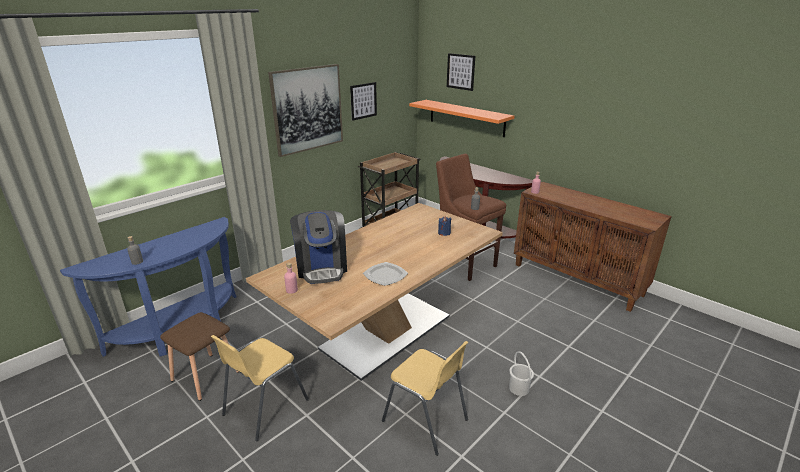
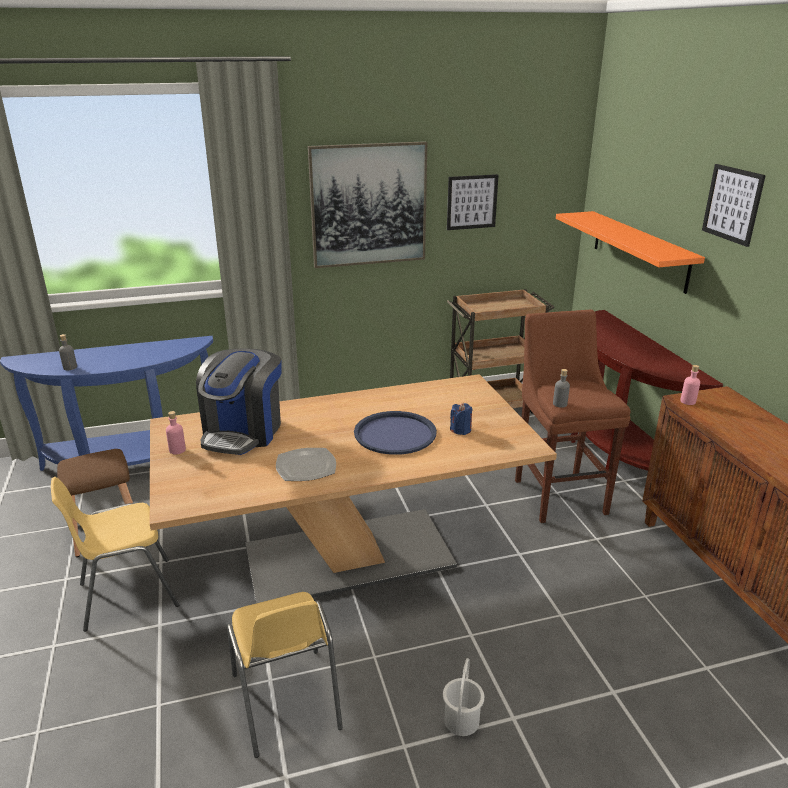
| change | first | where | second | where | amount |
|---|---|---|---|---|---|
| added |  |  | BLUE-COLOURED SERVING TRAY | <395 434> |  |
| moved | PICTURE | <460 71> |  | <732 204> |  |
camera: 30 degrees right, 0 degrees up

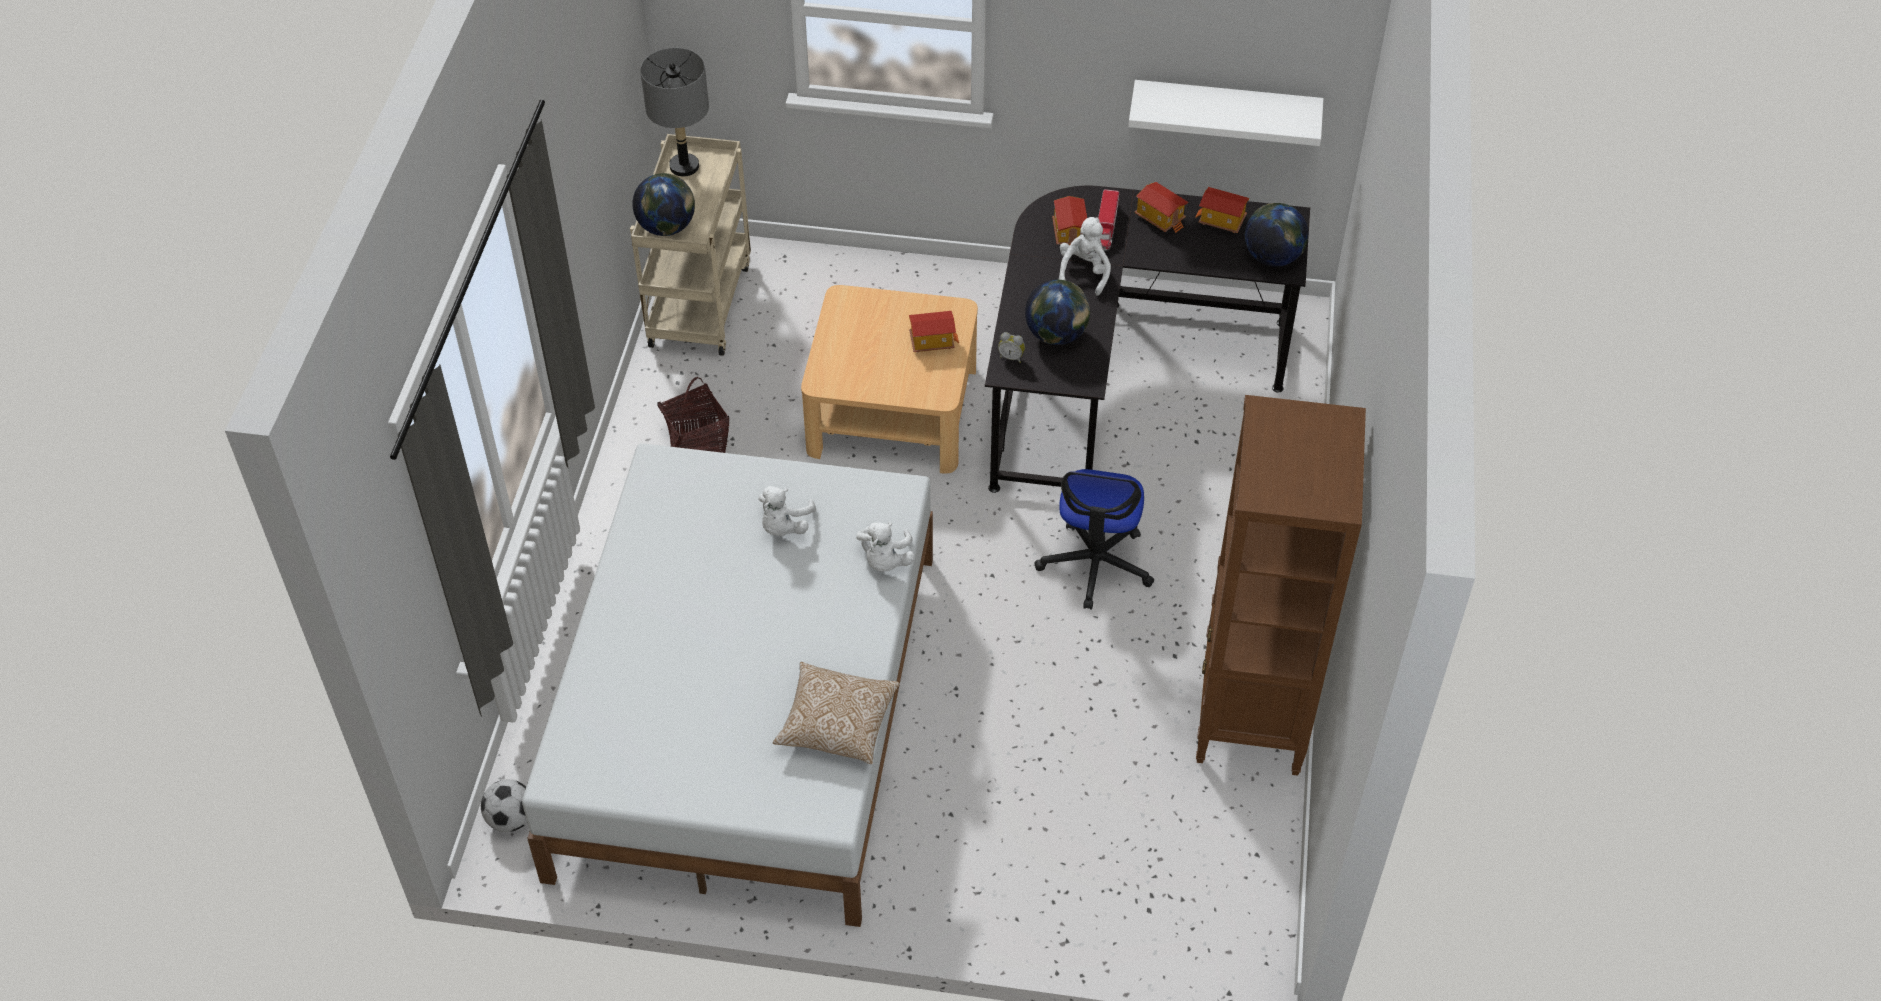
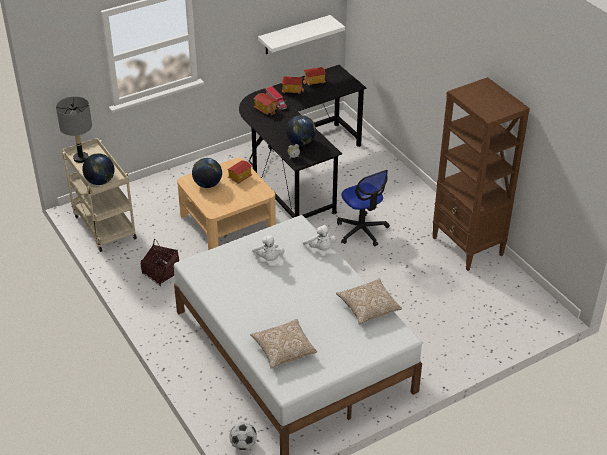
| change | first | where | second | where | amount |
|---|---|---|---|---|---|
| removed | WHITISH CUDDLY TOY | <1084 273> |  |  |  |
| added |  |  | PILLOW | <284 350> |  |
| moved | GLOBE | <1272 257> |  | <207 185> |  |
camera: 40 degrees left, 10 degrees down

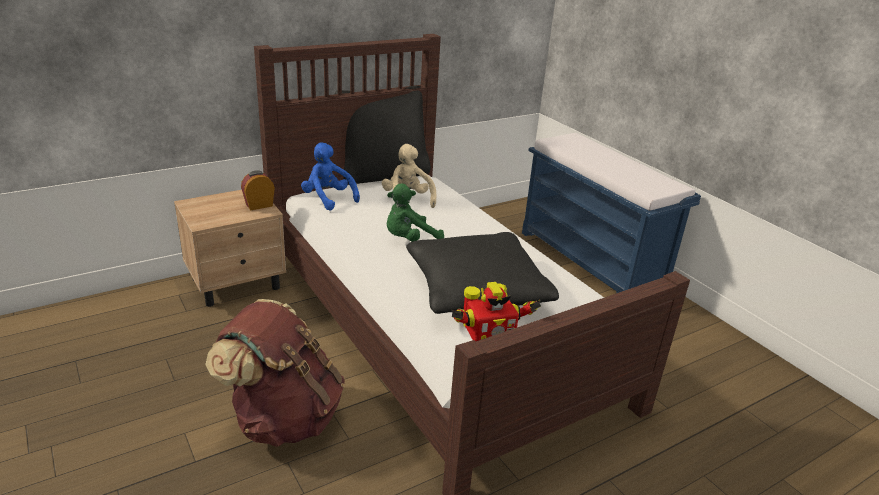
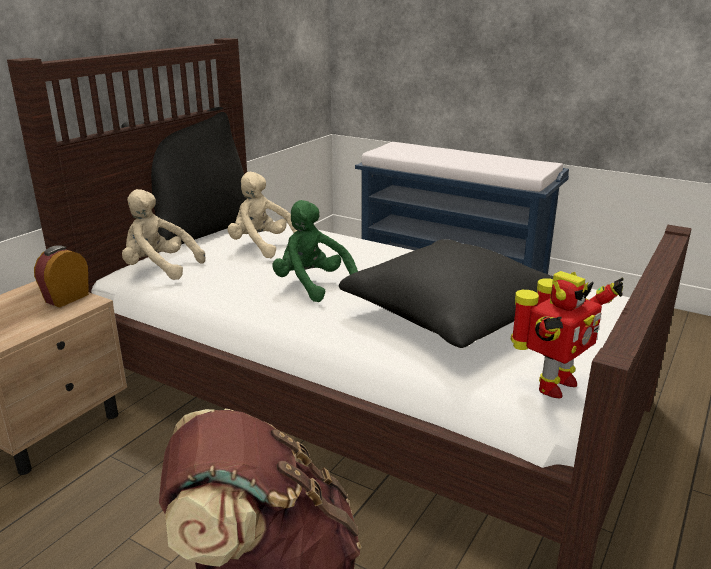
| change | first | where | second | where | amount |
|---|---|---|---|---|---|
| recoloured | BLUE-COLOURED CUDDLY TOY | <328 199> | BEIGE-COLOURED CUDDLY TOY | <159 268> |  |
| turned | GREEN-COLOURED CUDDLY TOY | <409 239> |  | <312 285> | 105 degrees clockwise |
camera: 25 degrees left, 5 degrees down

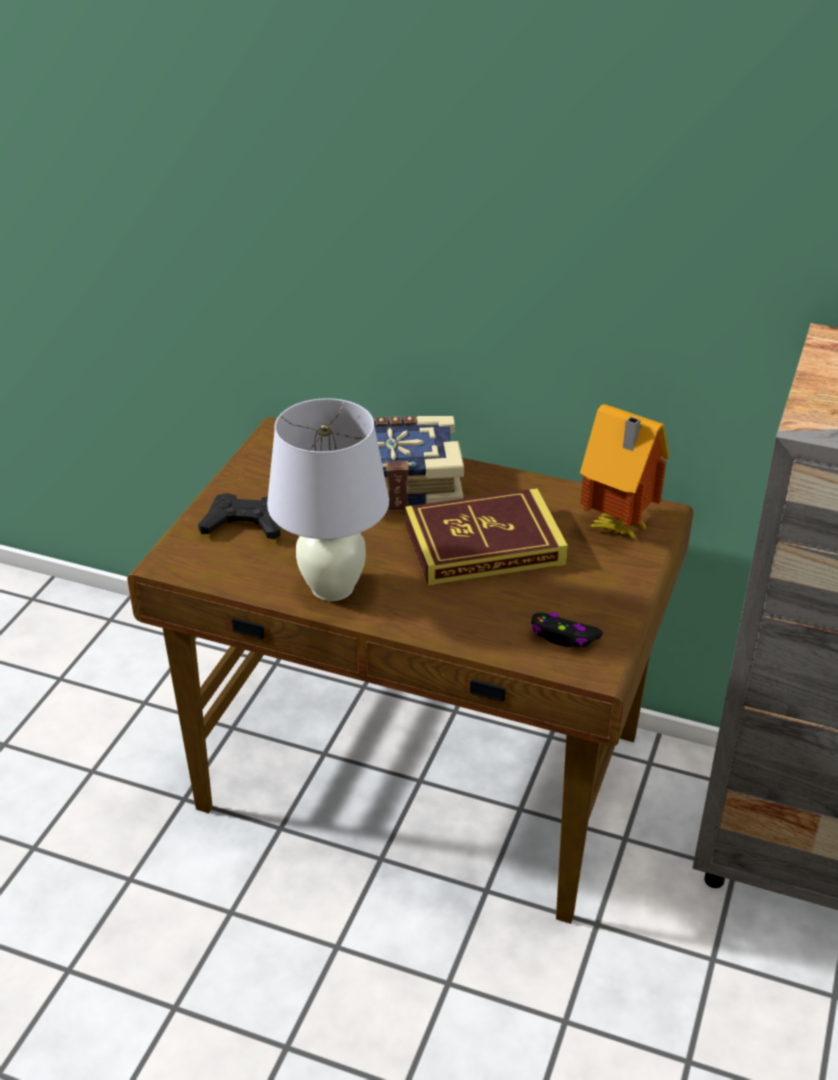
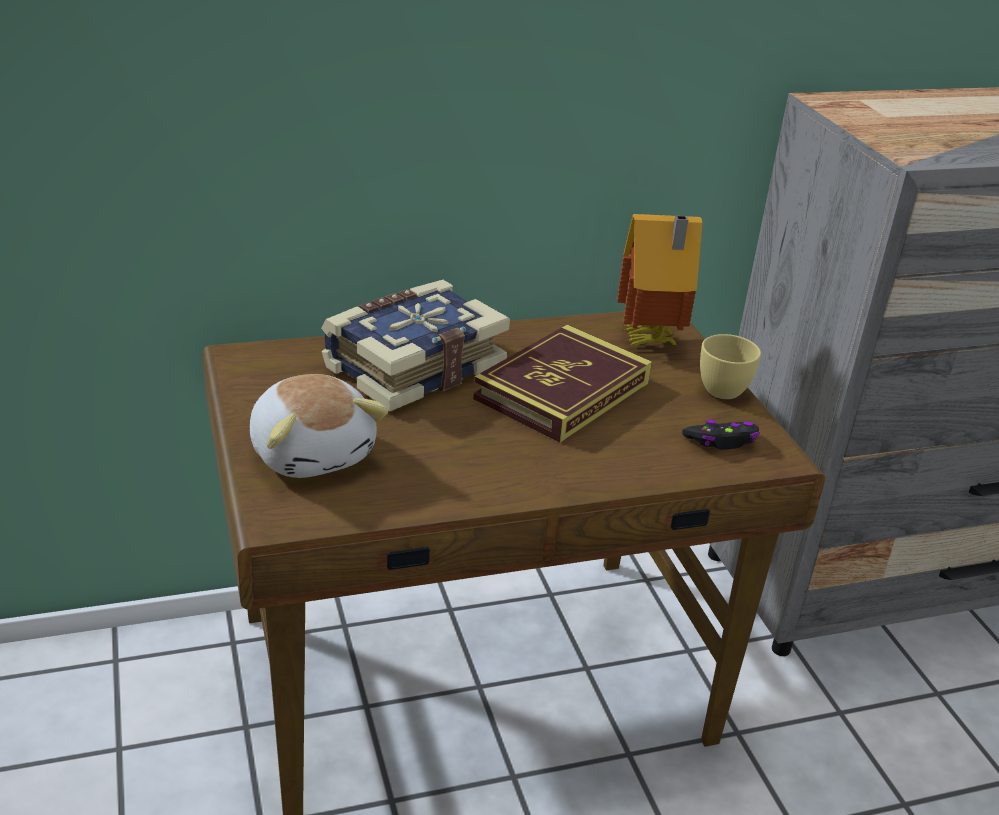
| change | first | where | second | where | amount |
|---|---|---|---|---|---|
| removed | WHITISH TABLETOP LAMP | <332 588> |  |  |  |
| added |  |  | YELLOWISH SMALL CUP | <727 388> |  |
| replaced | BLACK GAMEPAD | <245 524> | CUDDLY TOY | <313 452> |  |
camera: 40 degrees left, 5 degrees down

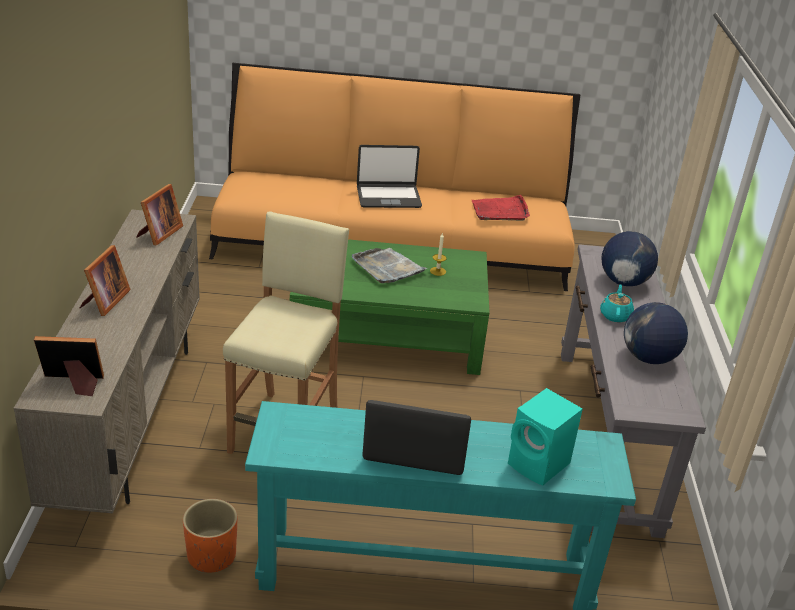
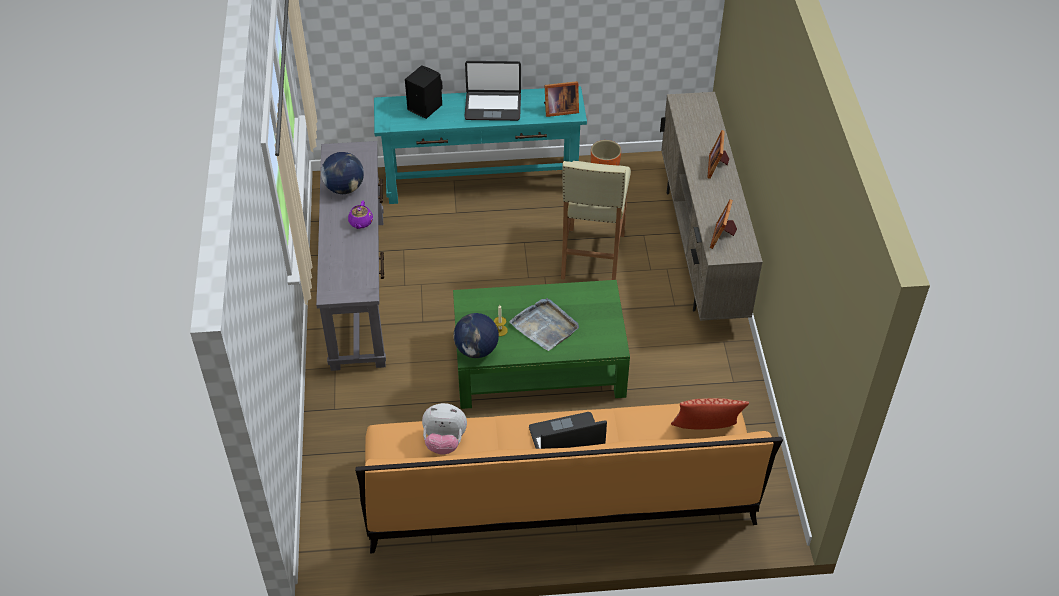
| change | first | where | second | where | amount |
|---|---|---|---|---|---|
| added |  |  | PILLOW | <705 431> |  |
| moved | PICTURE FRAME | <74 384> |  | <559 110> |  |
| moved | GLOBE | <623 282> |  | <476 350> |  |
| replaced | REDDISH SERVING TRAY | <500 211> | CUDDLY TOY | <444 441> |  |
| recoloured | TURQUOISE AUDIO SPEAKER | <540 465> | BLACK AUDIO SPEAKER | <424 107> |  |
| recoloured | TURQUOISE TEA POT | <615 315> | PURPLE-COLOURED TEA POT | <360 222> |  |
camera: 175 degrees right, 15 degrees up

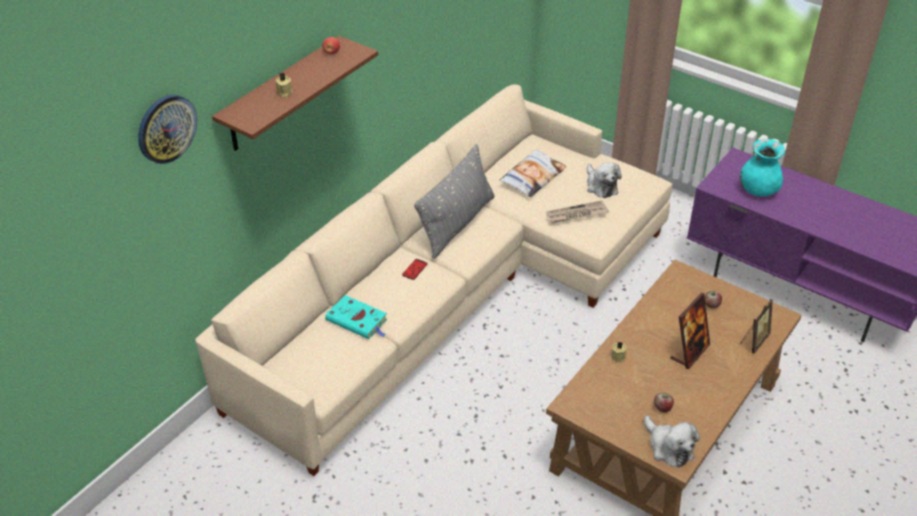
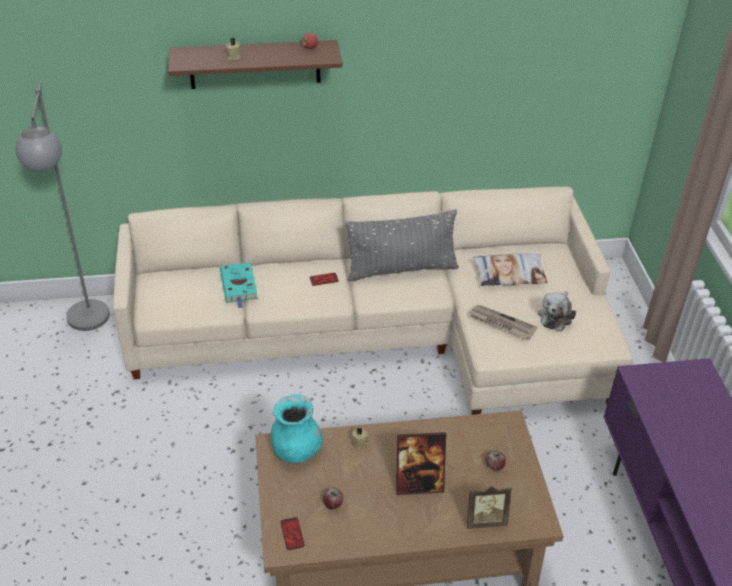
| change | first | where | second | where | amount |
|---|---|---|---|---|---|
| removed | CLOCK ON THE WALL | <166 128> |  |  |  |
| added |  |  | GREYISH FLOOR LAMP | <87 327> |  |
| moved | TURQUOISE DECORATIVE VASE | <758 190> |  | <296 451> |  |
| replaced | CUDDLY TOY | <668 447> | HANDSET | <292 534> |  |
camera: 45 degrees right, 0 degrees up

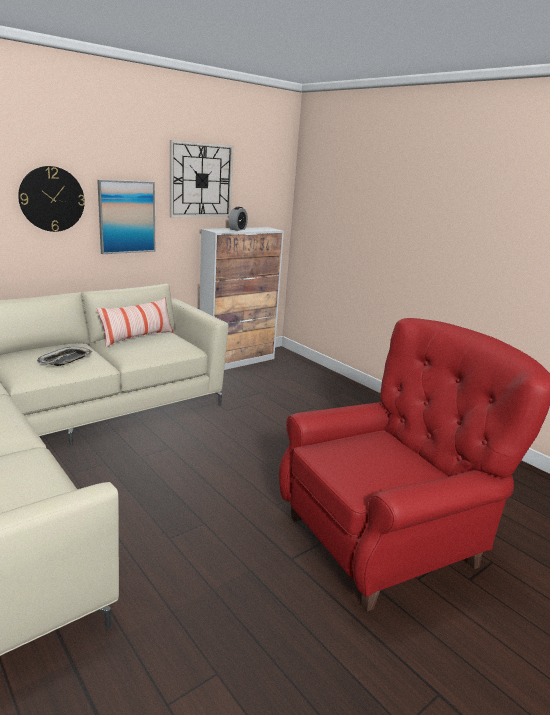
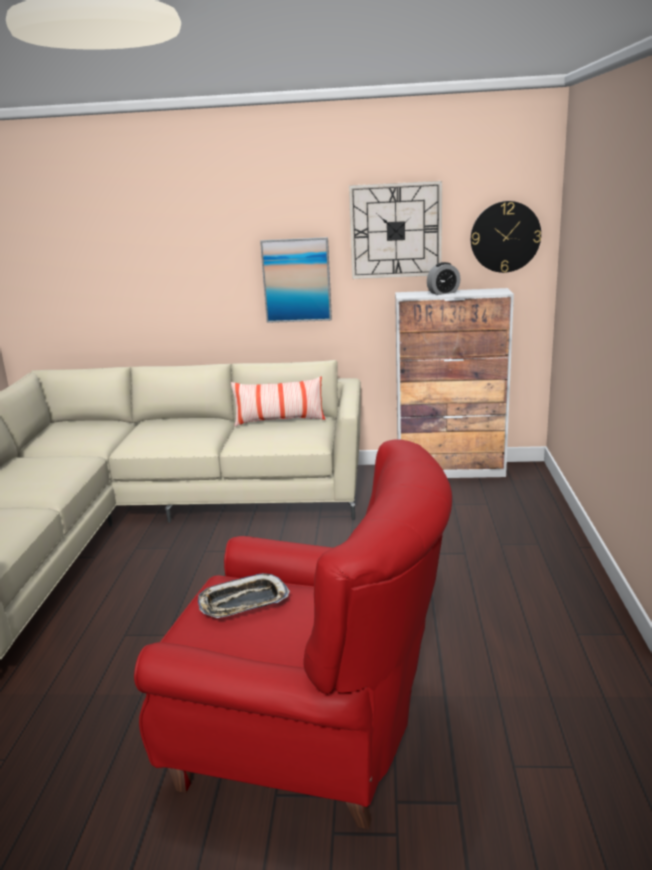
| change | first | where | second | where | amount |
|---|---|---|---|---|---|
| moved | CLOCK ON THE WALL | <52 199> |  | <505 237> |  |
| moved | SERVING TRAY | <65 360> |  | <243 603> |  |
camera: 45 degrees right, 0 degrees up

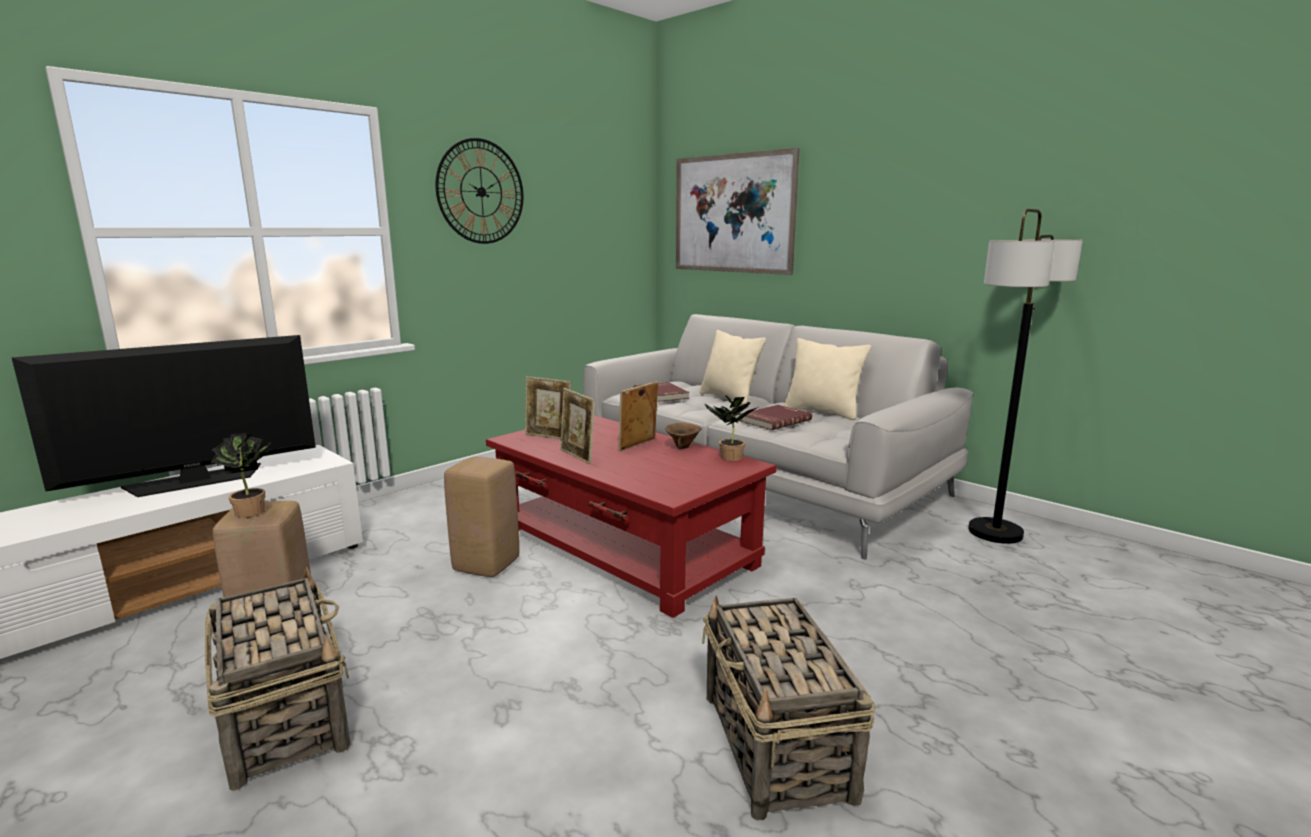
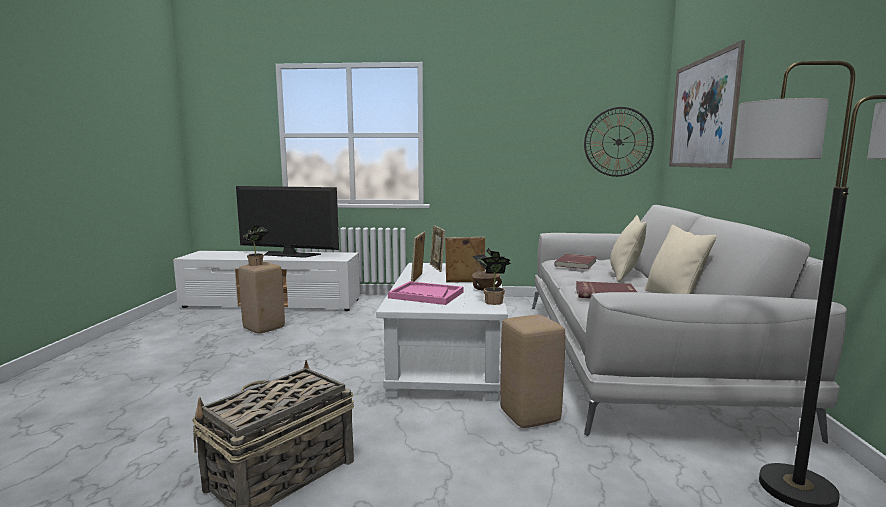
| change | first | where | second | where | amount |
|---|---|---|---|---|---|
| removed | HOUSEHOLD BASKET | <285 716> |  |  |  |
| added |  |  | PINK SERVING TRAY | <426 295> |  |
| moved | CLOCK ON THE WALL | <481 192> |  | <618 142> |  |
| moved | BEIGE-COLOURED STOOL SEAT | <486 565> |  | <530 415> |  |
| recoloured | REDDISH COFFEE TABLE | <624 547> | WHITISH COFFEE TABLE | <447 356> |  |
camera: 50 degrees right, 5 degrees down

